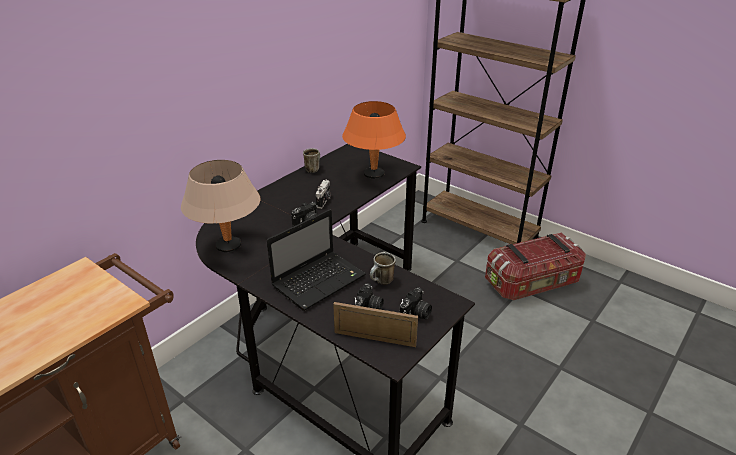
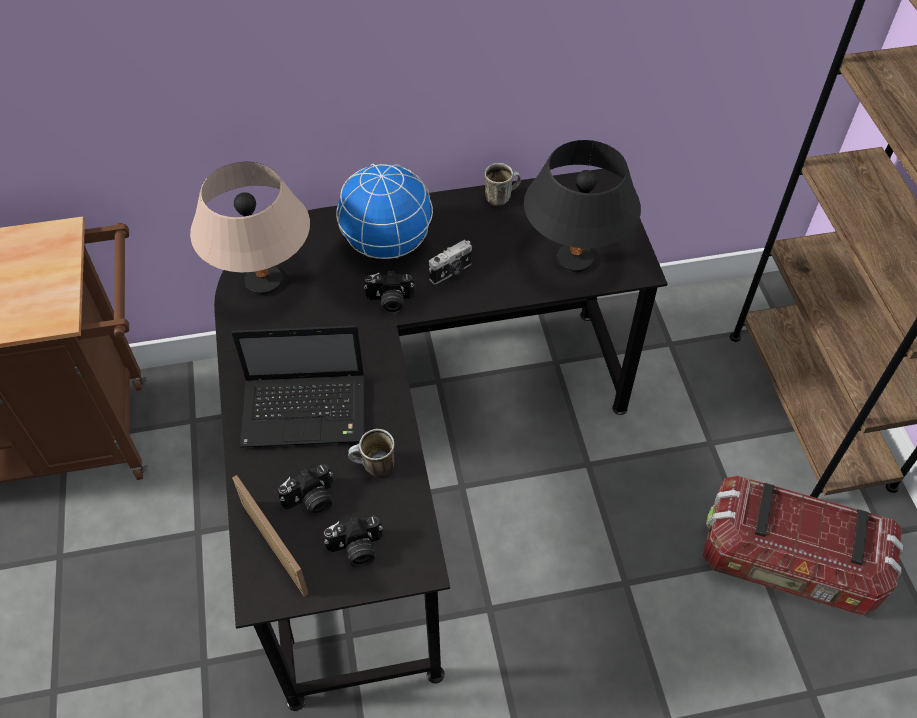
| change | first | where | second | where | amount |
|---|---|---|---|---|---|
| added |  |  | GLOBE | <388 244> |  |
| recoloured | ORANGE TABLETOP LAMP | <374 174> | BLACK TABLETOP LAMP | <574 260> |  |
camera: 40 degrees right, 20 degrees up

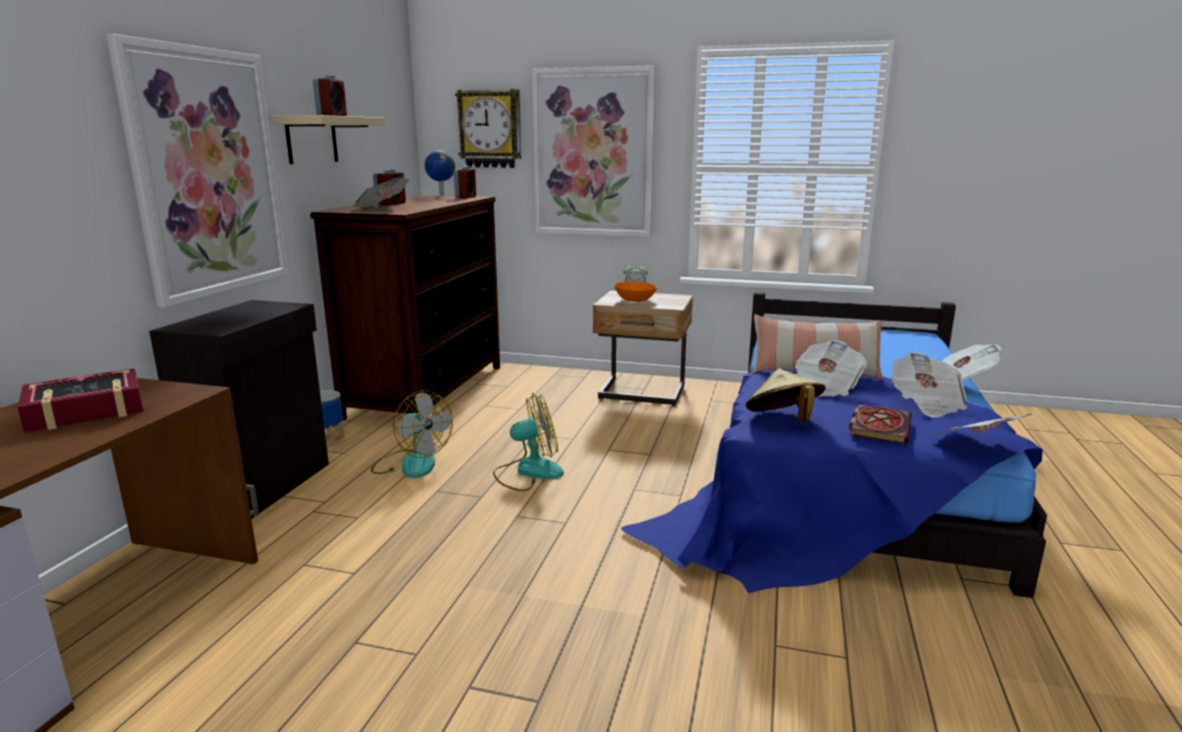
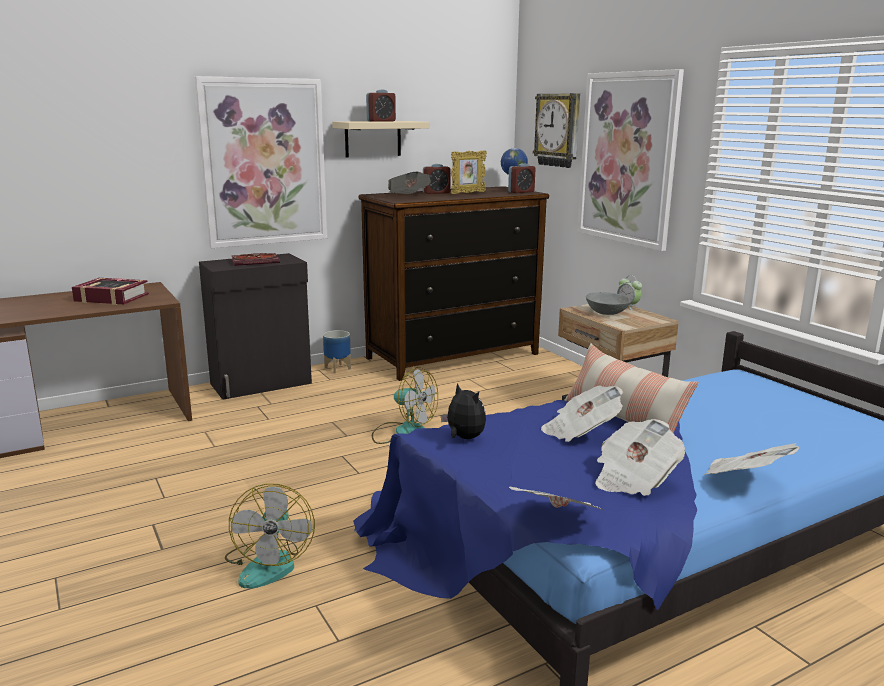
| change | first | where | second | where | amount |
|---|---|---|---|---|---|
| added |  |  | PICTURE FRAME | <467 193> |  |
| moved | COOLING FAN | <411 463> |  | <269 563> |  |
| moved | VOLUME | <878 426> |  | <256 261> |  |
| replaced | BEIGE-COLOURED WEARABLE HAT | <783 420> | CUDDLY TOY | <464 438> |  |
| recoloured | ORANGE BOWL | <634 300> | GREYISH BOWL | <606 313> |  |
camera: 45 degrees right, 0 degrees up

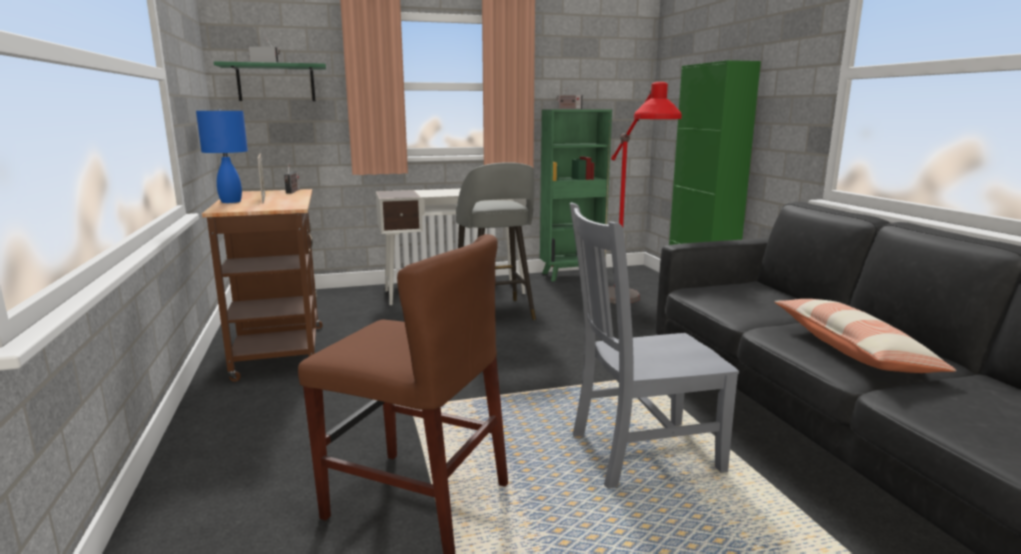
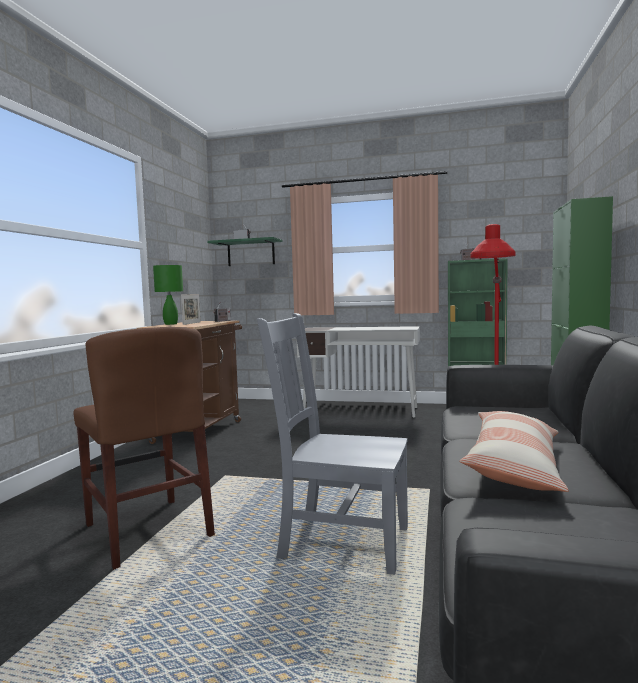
| change | first | where | second | where | amount |
|---|---|---|---|---|---|
| removed | GREYISH STOOL SEAT | <495 313> |  |  |  |
| recoloured | BLUE-COLOURED TABLETOP LAMP | <231 201> | GREEN-COLOURED TABLETOP LAMP | <171 324> |  |
camera: 30 degrees right, 10 degrees down

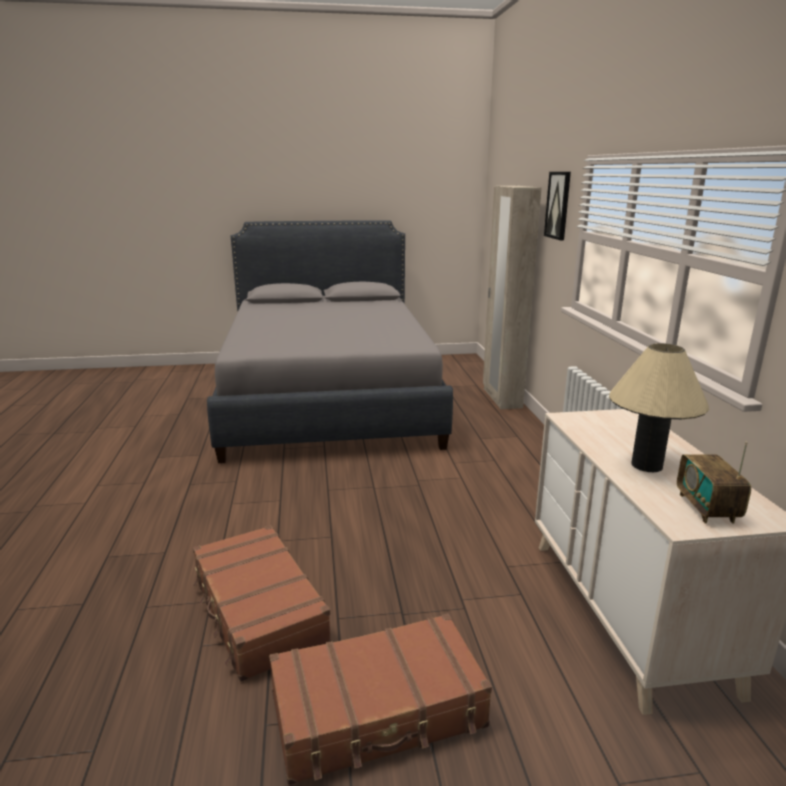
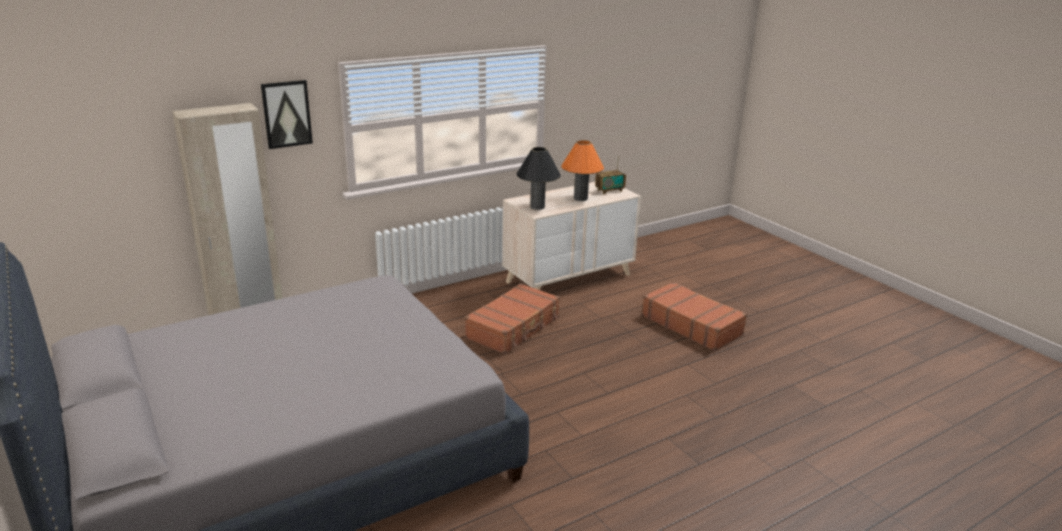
| change | first | where | second | where | amount |
|---|---|---|---|---|---|
| added |  |  | BLACK TABLETOP LAMP | <537 207> |  |
| moved | BROWNISH TRAVEL CASE | <258 612> |  | <514 328> |  |
| recoloured | BEIGE-COLOURED TABLETOP LAMP | <646 465> | ORANGE TABLETOP LAMP | <580 198> |  |
camera: 115 degrees left, 5 degrees up

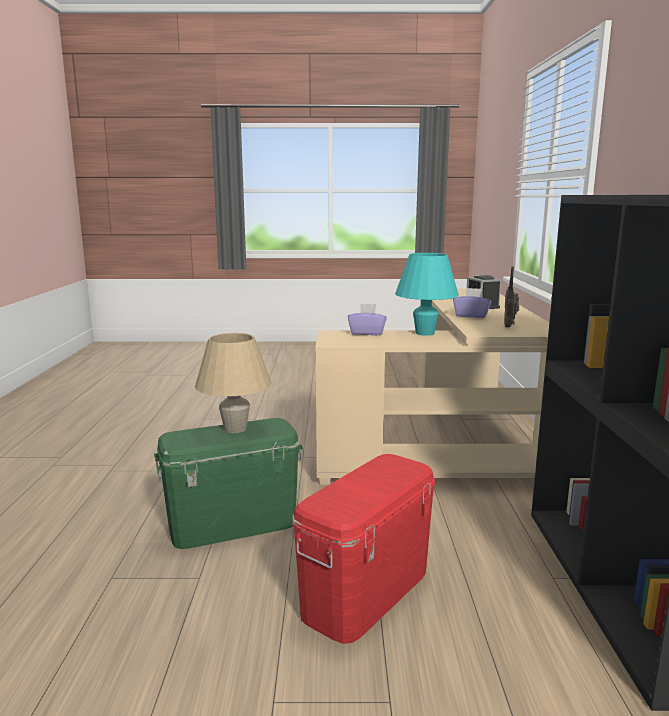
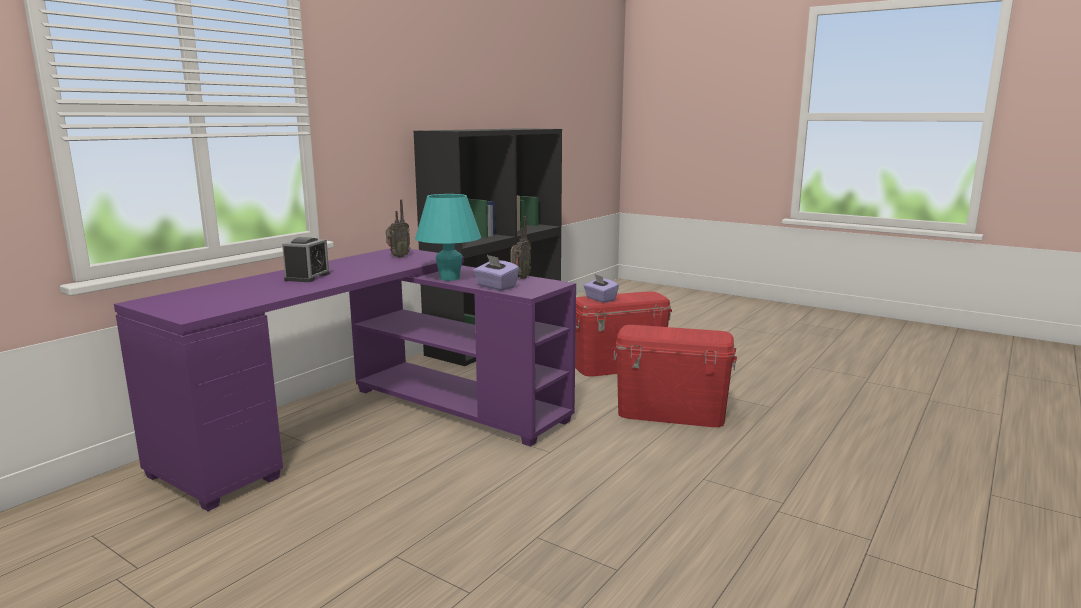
| change | first | where | second | where | amount |
|---|---|---|---|---|---|
| removed | BEIGE-COLOURED TABLETOP LAMP | <235 429> |  |  |  |
| added |  |  | RADIO RECEIVER | <520 278> |  |
| moved | PURPLE-COLOURED BOX OF TISSUES | <471 316> |  | <600 299> |  |
| recoloured | GREEN-COLOURED STORAGE BIN | <233 524> | REDDISH STORAGE BIN | <670 413> |  |
| recoloured | BEIGE-COLOURED DESK | <452 438> | PURPLE-COLOURED DESK | <374 424> |  |
camera: 145 degrees left, 0 degrees up

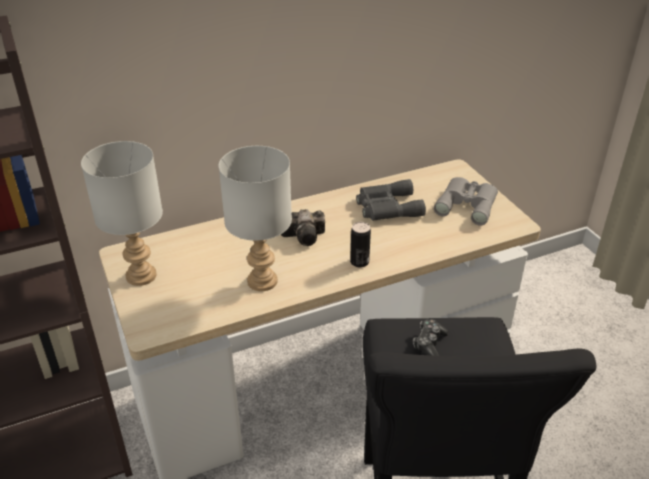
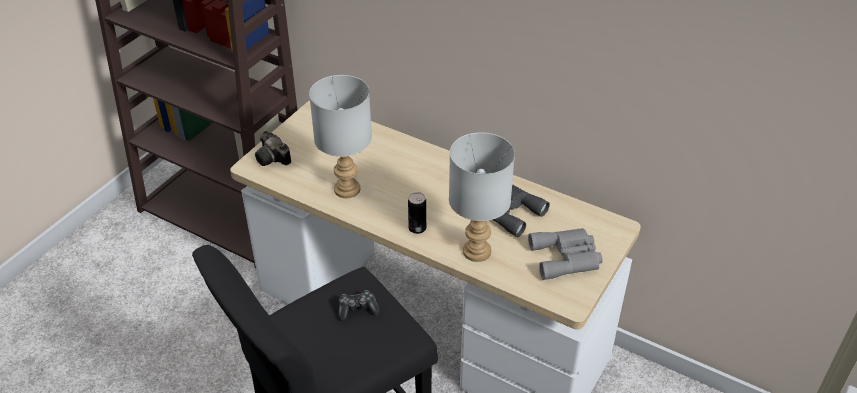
| change | first | where | second | where | amount |
|---|---|---|---|---|---|
| moved | GREYISH TABLETOP LAMP | <142 275> |  | <478 251> |  |
| moved | PHOTO CAMERA | <306 236> |  | <273 159> |  |
camera: 55 degrees right, 5 degrees up

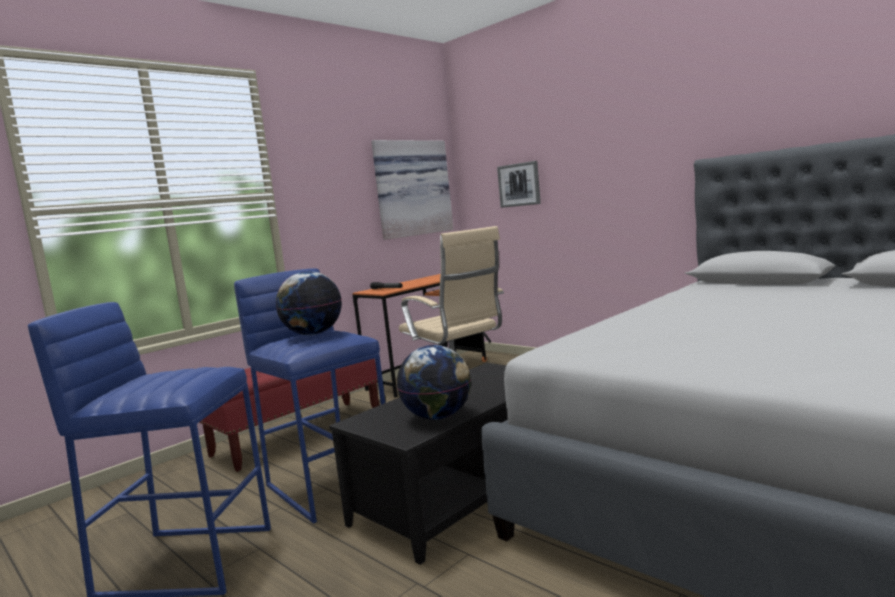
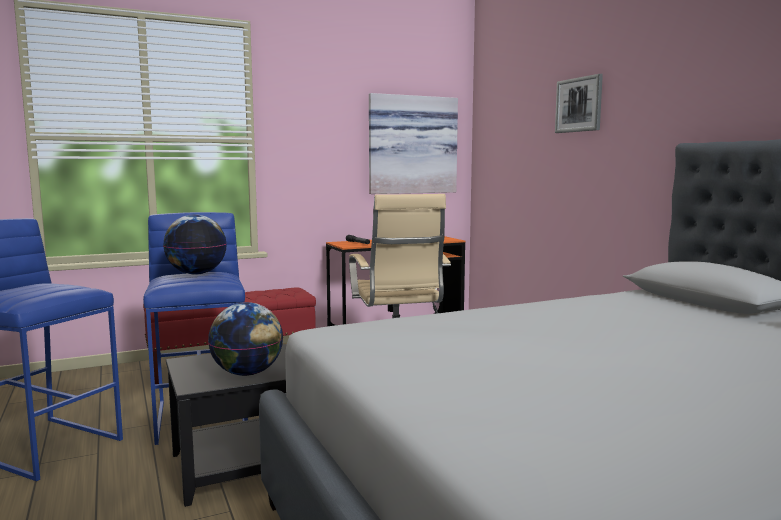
| change | first | where | second | where | amount |
|---|---|---|---|---|---|
| moved | PICTURE | <519 184> |  | <579 105> |  |
camera: 20 degrees right, 0 degrees up

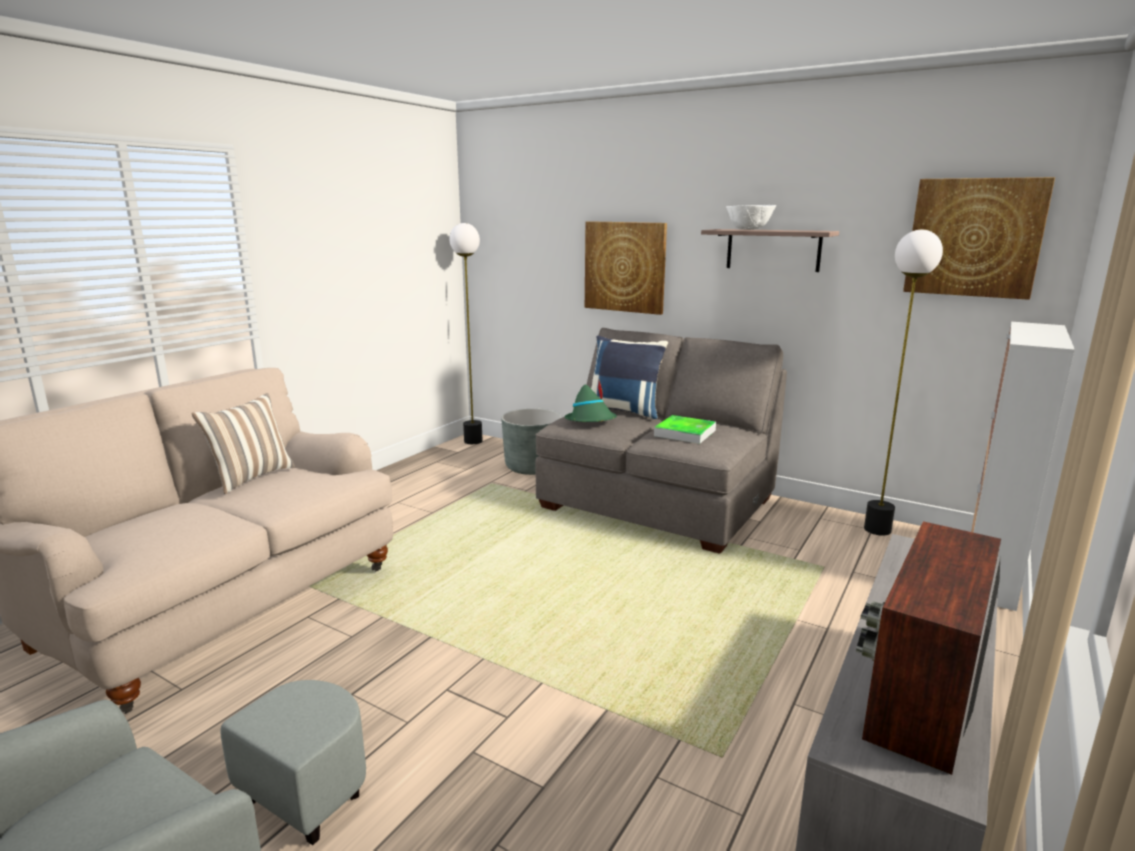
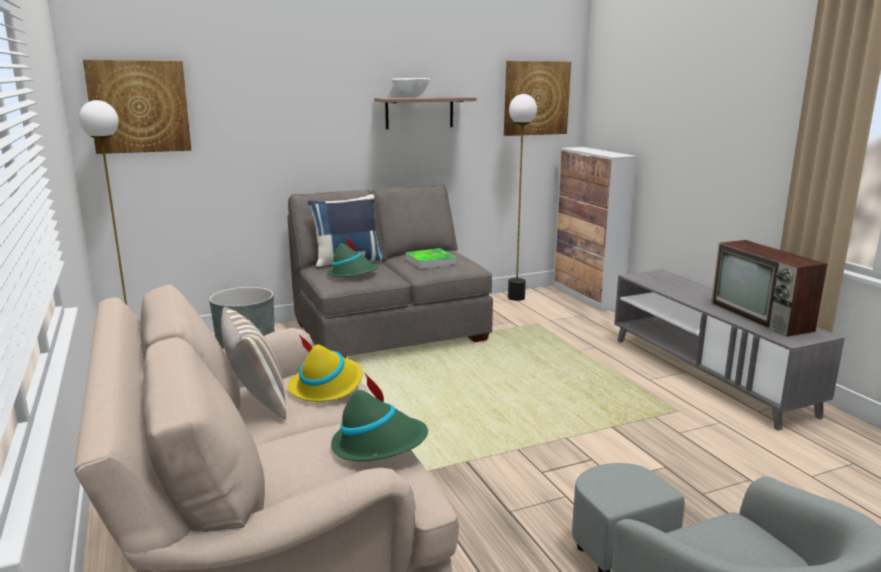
| change | first | where | second | where | amount |
|---|---|---|---|---|---|
| added |  |  | YELLOWISH WEARABLE HAT | <327 386> |  |
| added |  |  | GREEN-COLOURED WEARABLE HAT | <379 444> |  |
| moved | PICTURE | <625 267> |  | <139 106> |  |
camera: 55 degrees left, 0 degrees up

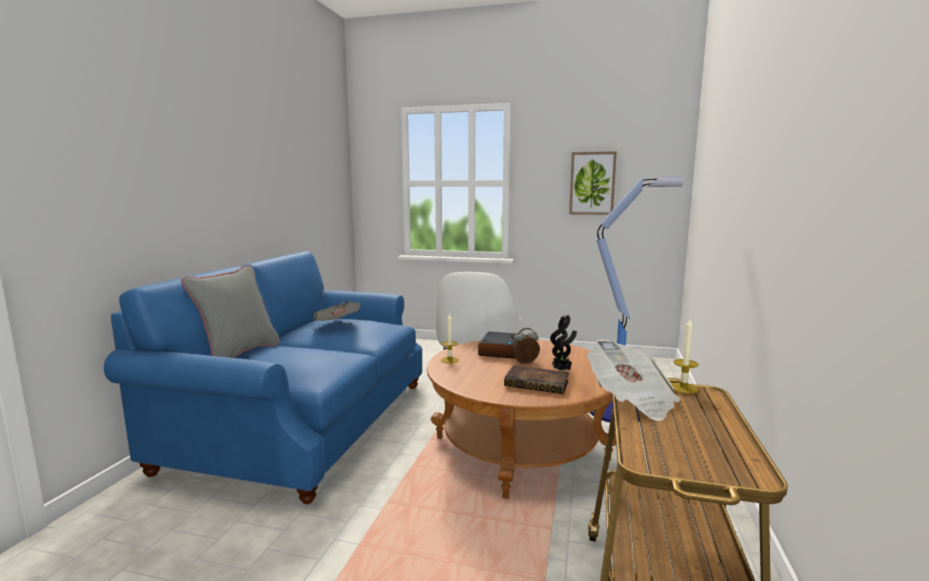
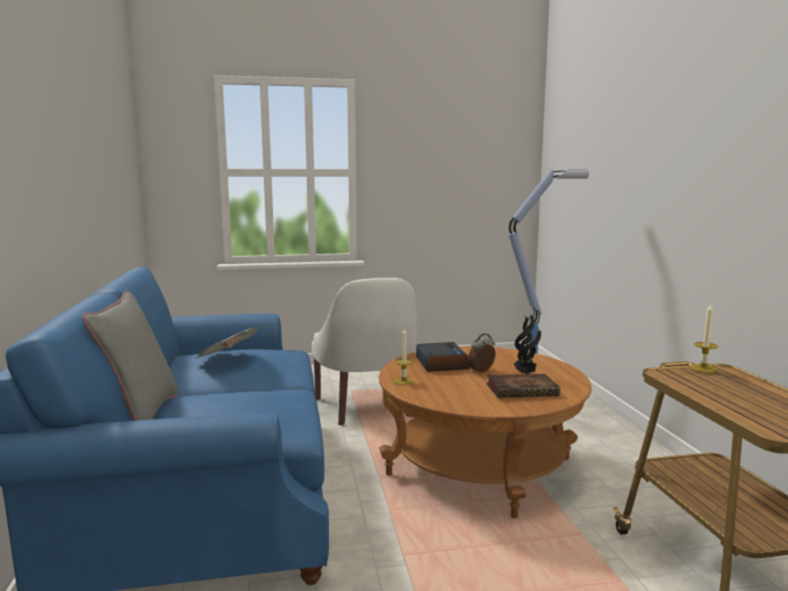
| change | first | where | second | where | amount |
|---|---|---|---|---|---|
| removed | PICTURE | <592 183> |  |  |  |
| removed | PRINTED PAPER | <631 401> |  |  |  |
camera: 25 degrees left, 0 degrees up

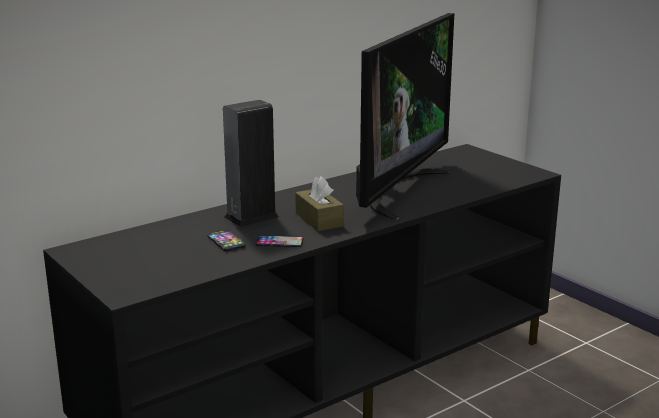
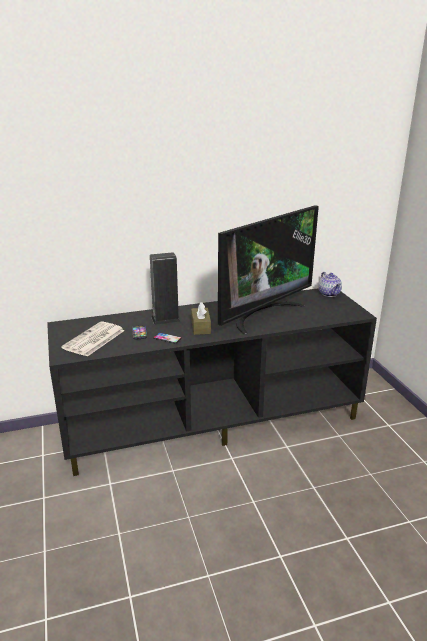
| change | first | where | second | where | amount |
|---|---|---|---|---|---|
| added |  |  | PRINTED PAPER | <94 340> |  |
| added |  |  | TEA POT | <329 294> |  |
camera: 20 degrees right, 5 degrees up

